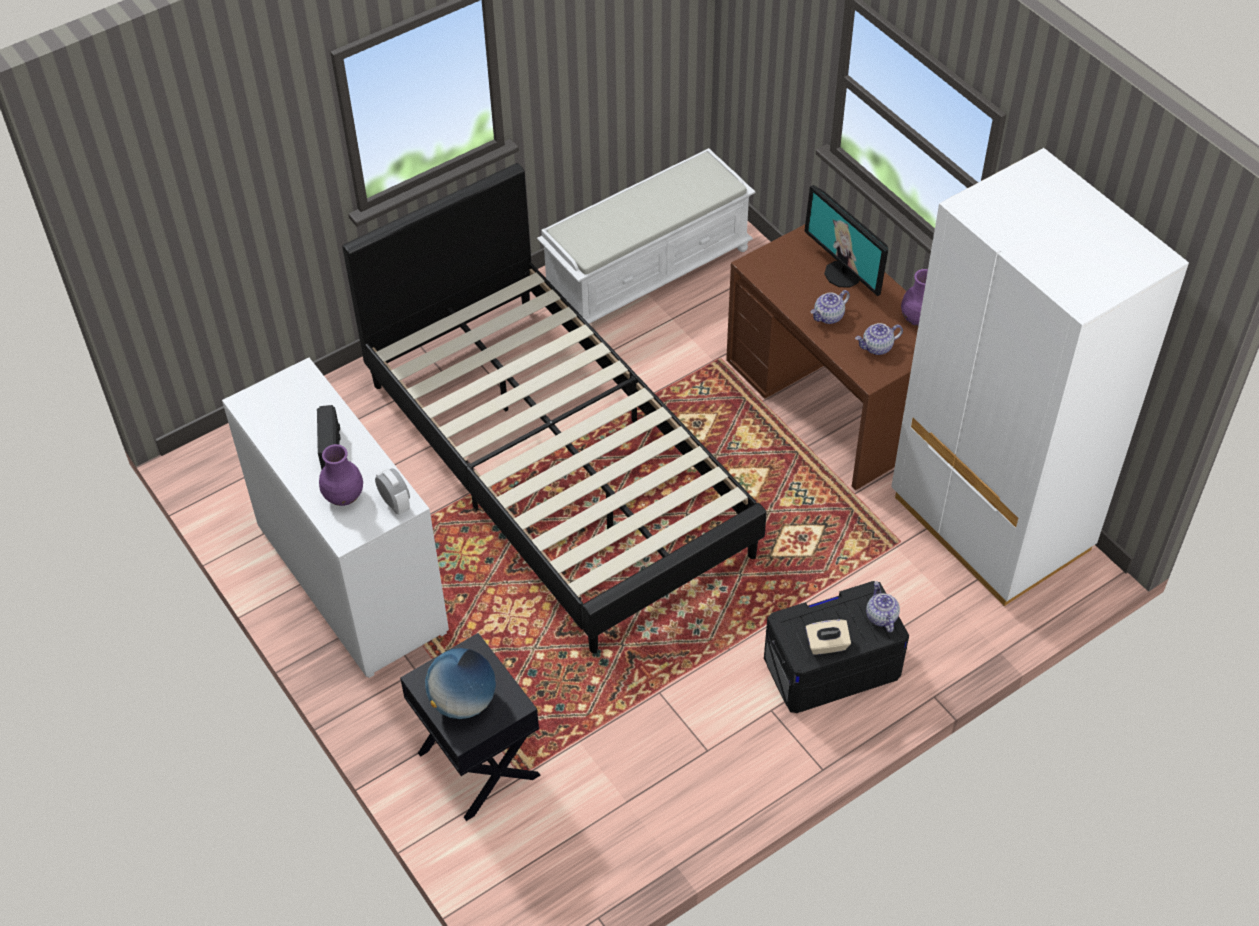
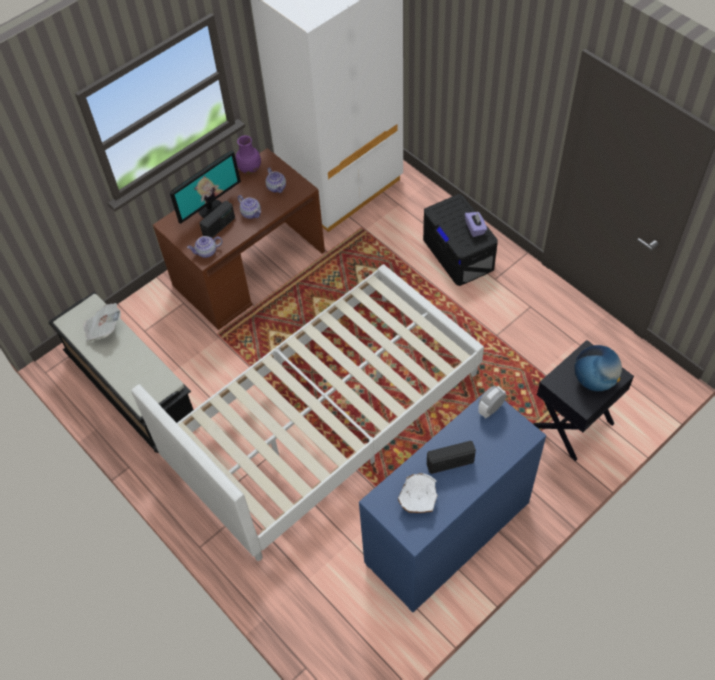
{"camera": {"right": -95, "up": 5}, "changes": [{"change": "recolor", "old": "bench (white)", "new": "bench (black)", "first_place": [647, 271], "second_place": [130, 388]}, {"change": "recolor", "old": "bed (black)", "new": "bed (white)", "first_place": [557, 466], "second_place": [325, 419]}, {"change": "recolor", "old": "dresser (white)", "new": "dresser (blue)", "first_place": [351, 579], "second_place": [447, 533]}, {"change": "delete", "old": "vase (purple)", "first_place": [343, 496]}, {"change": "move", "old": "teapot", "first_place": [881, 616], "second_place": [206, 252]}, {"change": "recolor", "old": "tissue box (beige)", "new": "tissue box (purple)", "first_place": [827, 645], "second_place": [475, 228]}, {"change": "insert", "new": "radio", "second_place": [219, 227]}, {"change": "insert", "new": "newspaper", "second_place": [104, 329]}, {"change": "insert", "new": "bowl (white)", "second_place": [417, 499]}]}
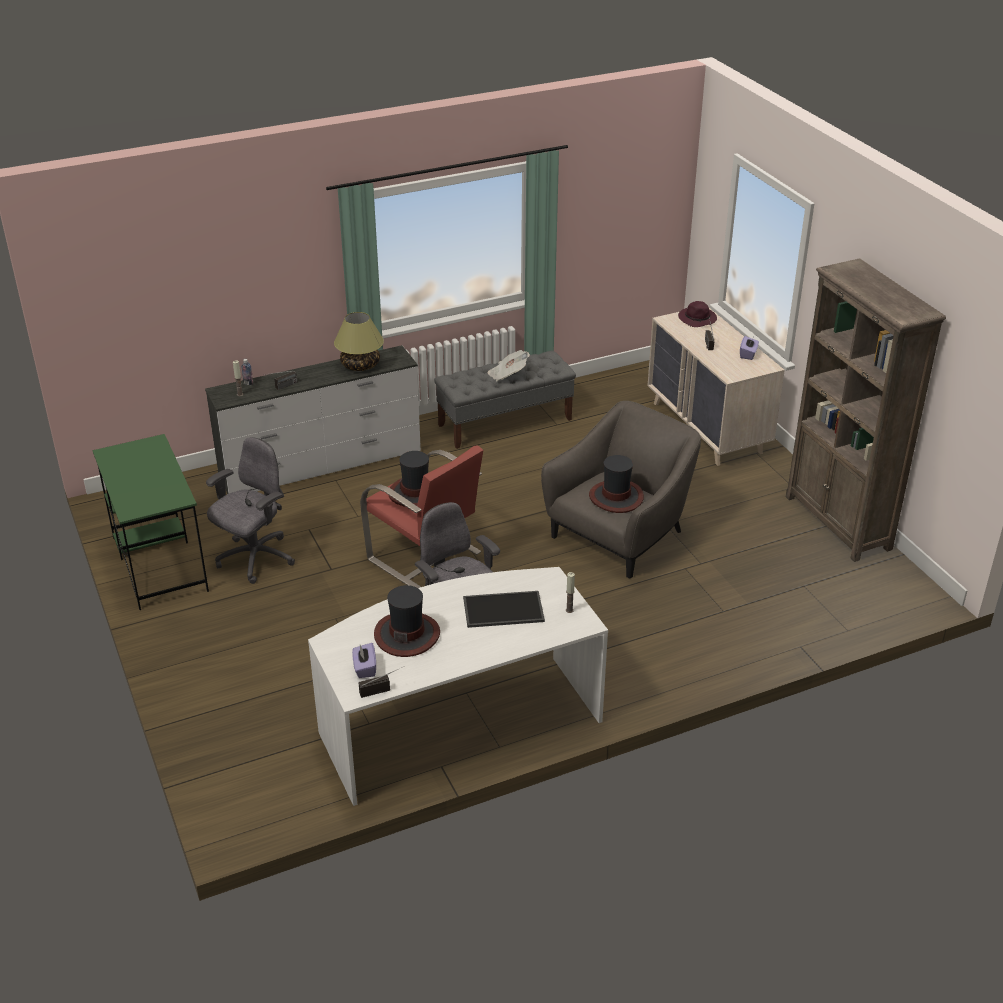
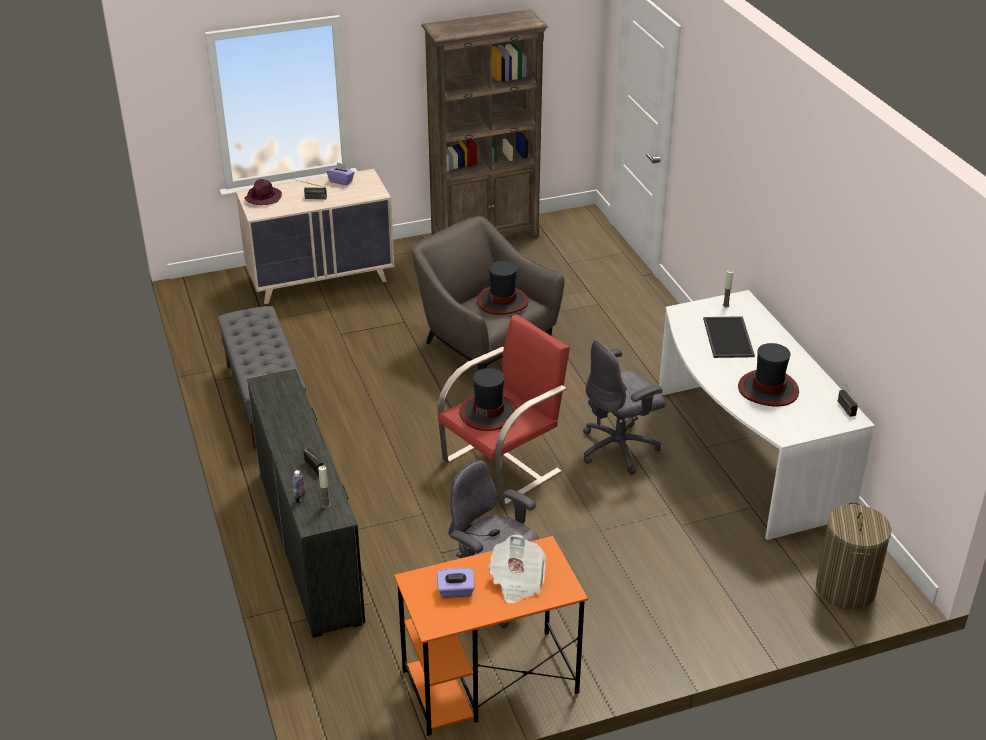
{"camera": {"right": -85, "up": 0}, "changes": [{"change": "delete", "old": "table lamp", "first_place": [360, 365]}, {"change": "recolor", "old": "dresser (white)", "new": "dresser (black)", "first_place": [321, 464], "second_place": [309, 544]}, {"change": "move", "old": "newspaper", "first_place": [508, 375], "second_place": [517, 581]}, {"change": "recolor", "old": "desk (green)", "new": "desk (orange)", "first_place": [159, 563], "second_place": [488, 682]}, {"change": "move", "old": "tissue box (purple)", "first_place": [365, 668], "second_place": [456, 591]}, {"change": "insert", "new": "laundry basket", "second_place": [845, 588]}]}
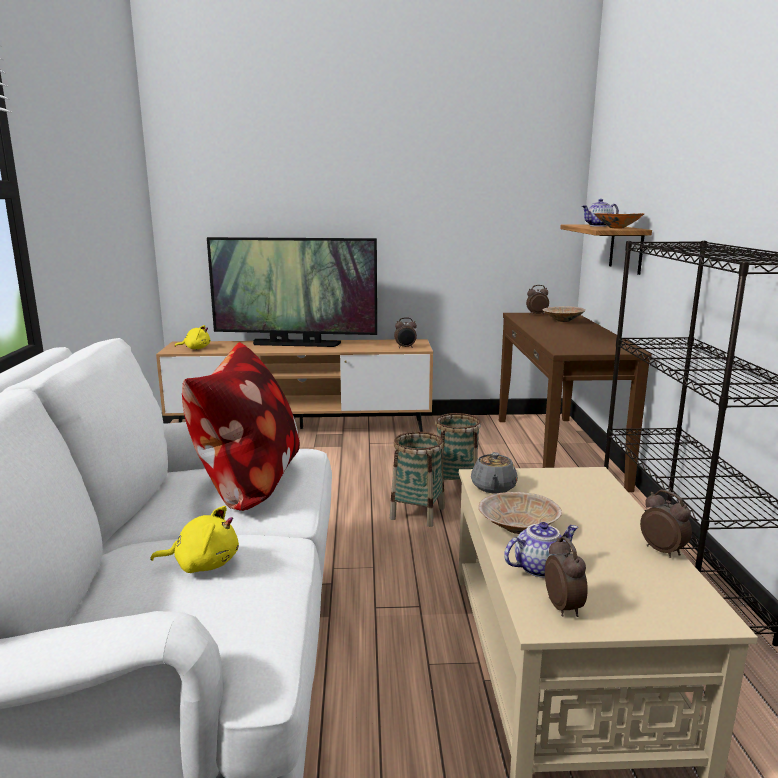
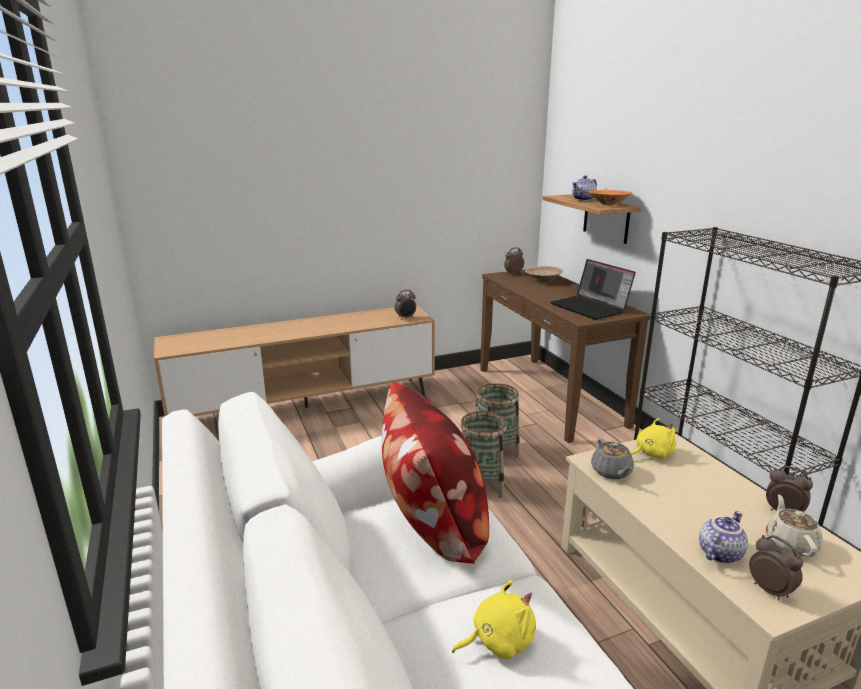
{"camera": {"right": -20, "up": 5}, "changes": [{"change": "delete", "old": "television", "first_place": [295, 344]}, {"change": "move", "old": "plush toy (yellow)", "first_place": [196, 348], "second_place": [651, 454]}, {"change": "delete", "old": "bowl (beige)", "first_place": [516, 528]}, {"change": "insert", "new": "laptop", "second_place": [590, 308]}, {"change": "insert", "new": "teapot (beige)", "second_place": [790, 543]}]}
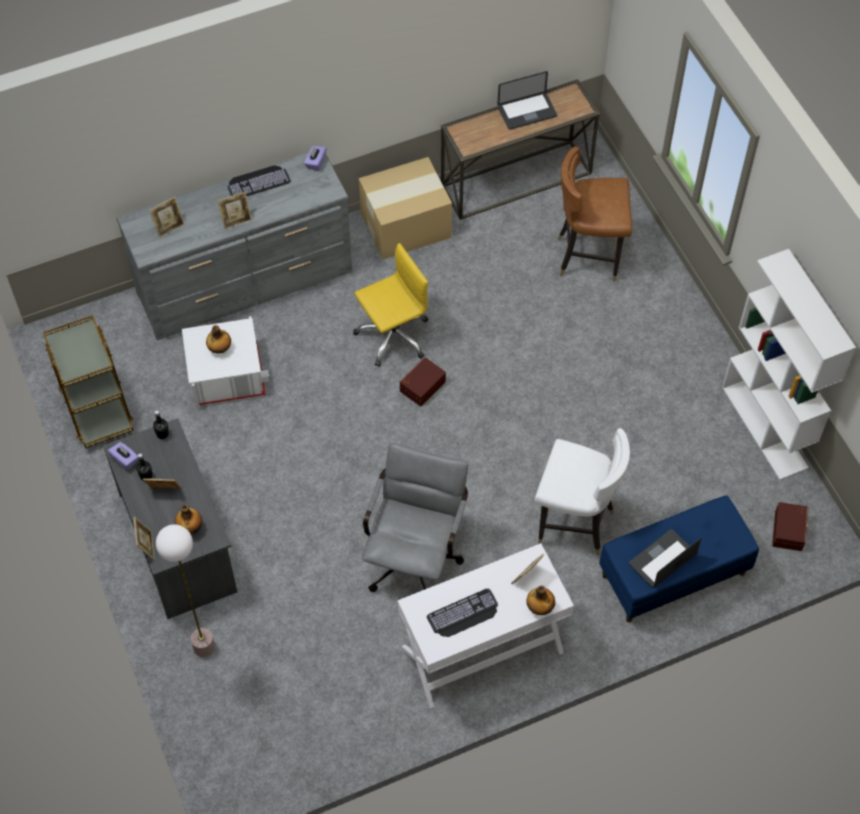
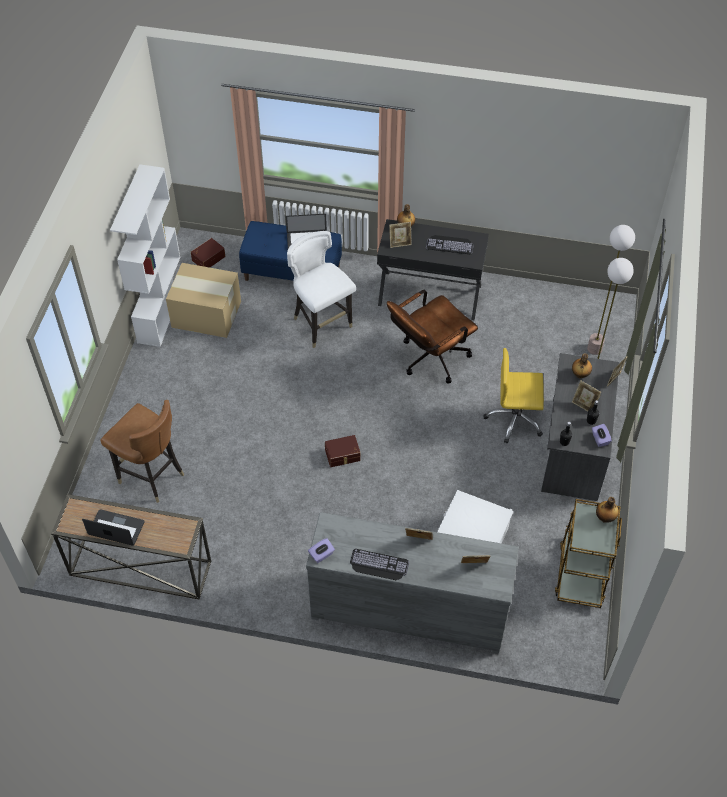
{"camera": {"right": -145, "up": -5}, "changes": [{"change": "move", "old": "cardboard box", "first_place": [407, 225], "second_place": [205, 313]}, {"change": "move", "old": "office chair (yellow)", "first_place": [393, 335], "second_place": [515, 419]}, {"change": "move", "old": "bottle", "first_place": [219, 349], "second_place": [605, 518]}, {"change": "recolor", "old": "office chair (grey)", "new": "office chair (brown)", "first_place": [415, 555], "second_place": [429, 360]}, {"change": "recolor", "old": "desk (white)", "new": "desk (black)", "first_place": [482, 650], "second_place": [430, 294]}, {"change": "insert", "new": "floor lamp", "second_place": [595, 349]}]}
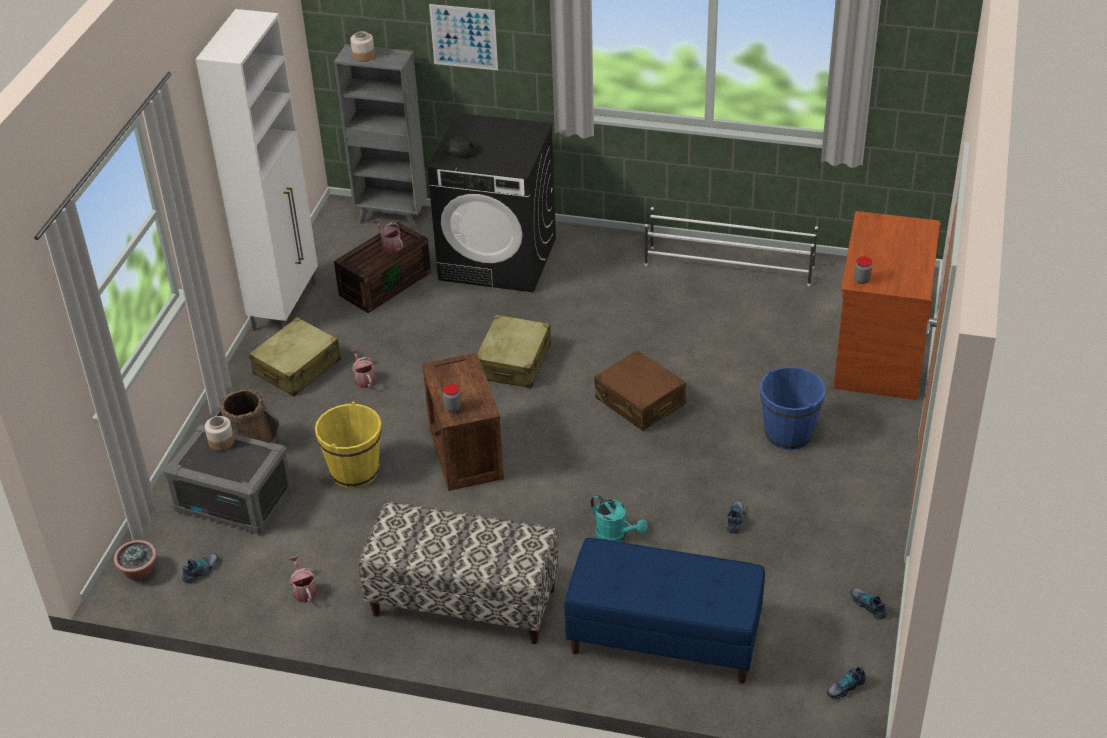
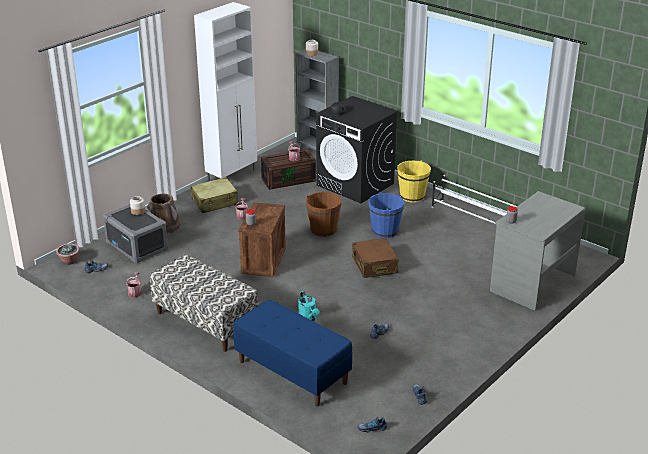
{"camera": {"right": 25, "up": -10}, "changes": [{"change": "delete", "old": "picture", "first_place": [464, 37]}, {"change": "recolor", "old": "desk (brown)", "new": "desk (grey)", "first_place": [879, 353], "second_place": [532, 283]}, {"change": "replace", "old": "suitcase (beige)", "new": "bucket (brown)", "first_place": [514, 362], "second_place": [323, 230]}, {"change": "move", "old": "bucket (blue)", "first_place": [788, 433], "second_place": [385, 231]}, {"change": "move", "old": "bucket (yellow)", "first_place": [355, 471], "second_place": [412, 196]}]}
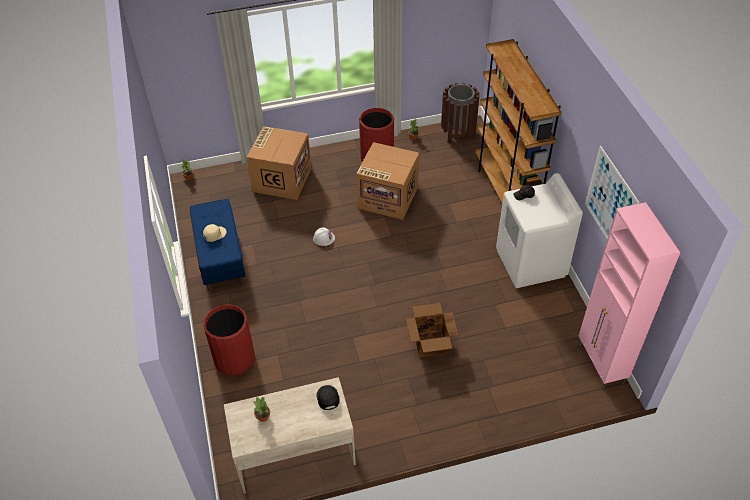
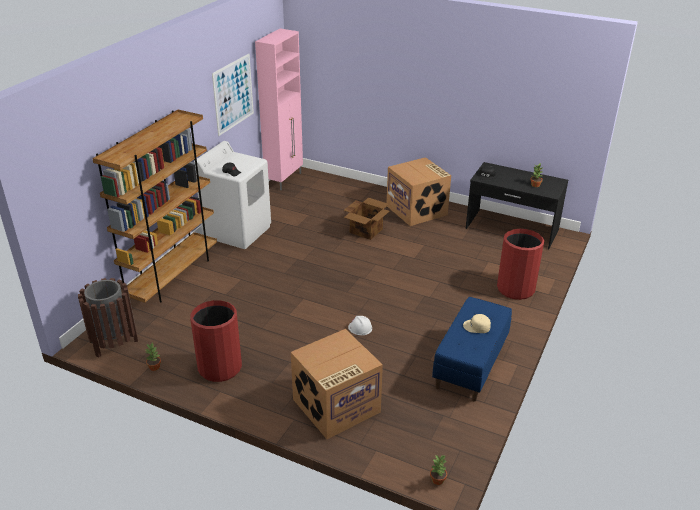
{"camera": {"right": -140, "up": -15}, "changes": [{"change": "move", "old": "cardboard box", "first_place": [387, 198], "second_place": [417, 210]}, {"change": "recolor", "old": "desk (beige)", "new": "desk (black)", "first_place": [294, 453], "second_place": [511, 229]}]}
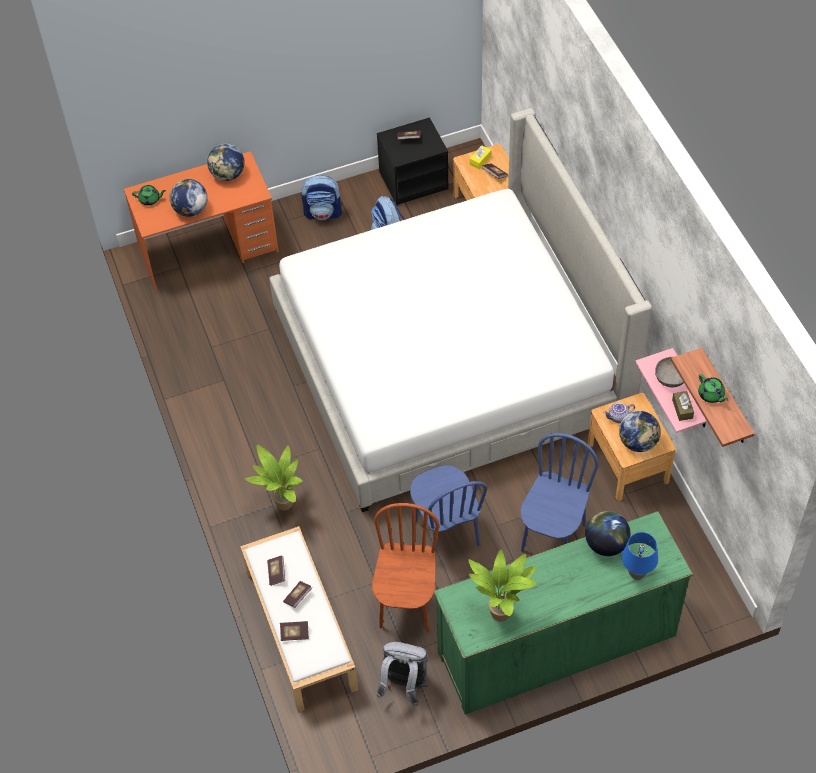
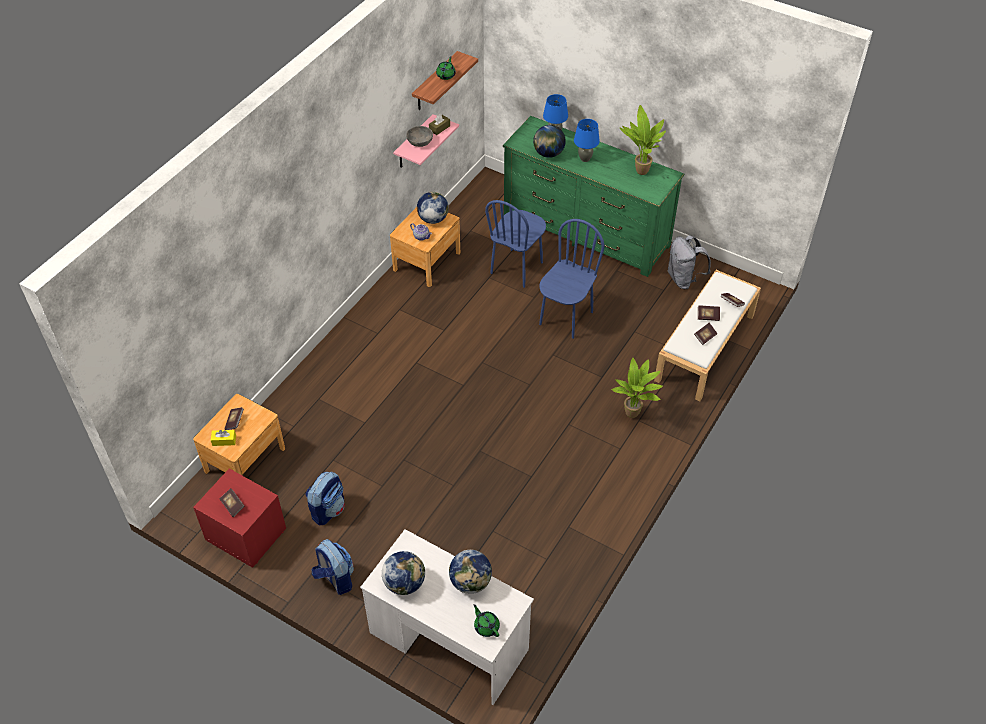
{"camera": {"right": -130, "up": -5}, "changes": [{"change": "delete", "old": "bed", "first_place": [449, 364]}, {"change": "recolor", "old": "nightstand (black)", "new": "nightstand (red)", "first_place": [414, 180], "second_place": [245, 534]}, {"change": "recolor", "old": "desk (orange)", "new": "desk (white)", "first_place": [209, 250], "second_place": [449, 641]}, {"change": "rotate", "old": "chair (blue)", "first_place": [552, 537], "second_place": [517, 268], "degrees": -45}, {"change": "delete", "old": "chair (brown)", "first_place": [407, 605]}, {"change": "insert", "new": "table lamp (blue)", "second_place": [585, 159]}]}
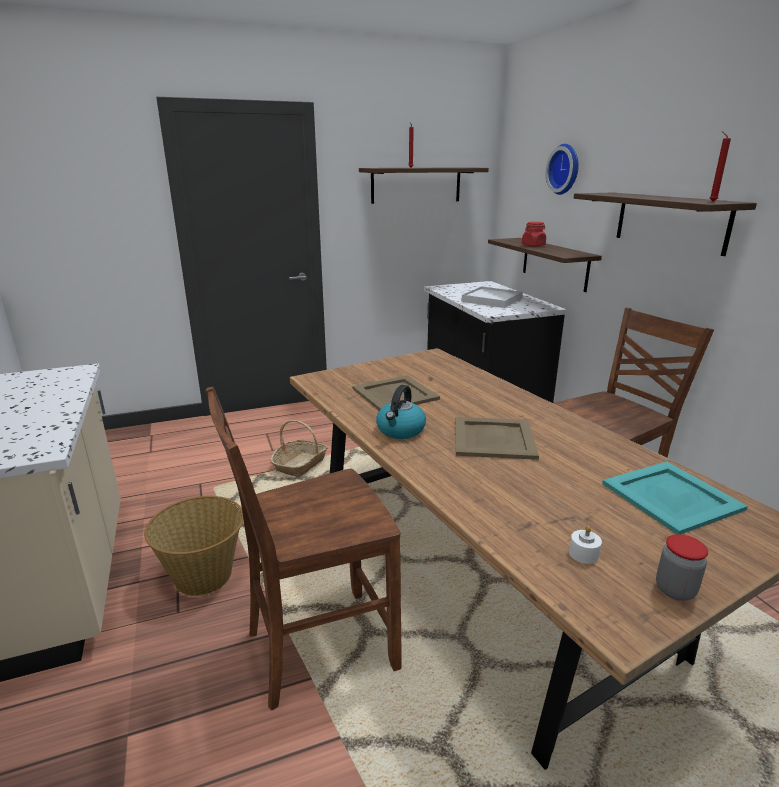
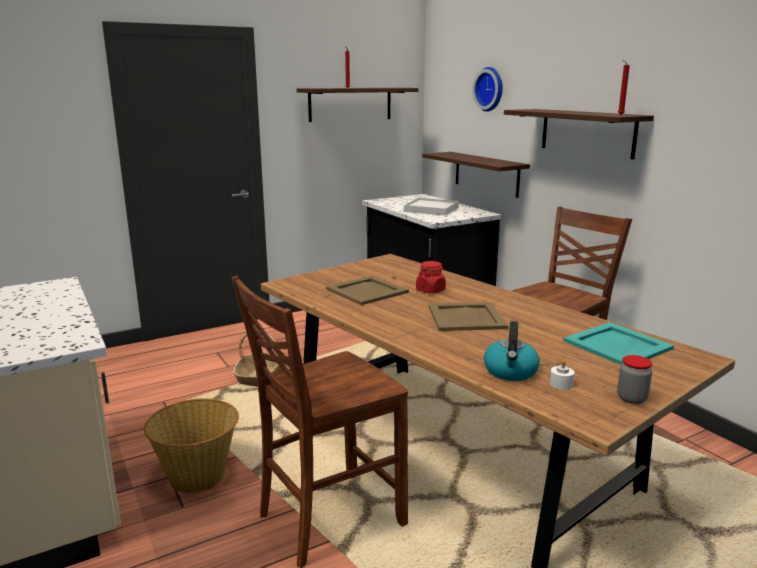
{"camera": {"right": -10, "up": -5}, "changes": [{"change": "move", "old": "jar (red)", "first_place": [533, 245], "second_place": [430, 290]}, {"change": "move", "old": "kettle", "first_place": [400, 430], "second_place": [510, 372]}]}
